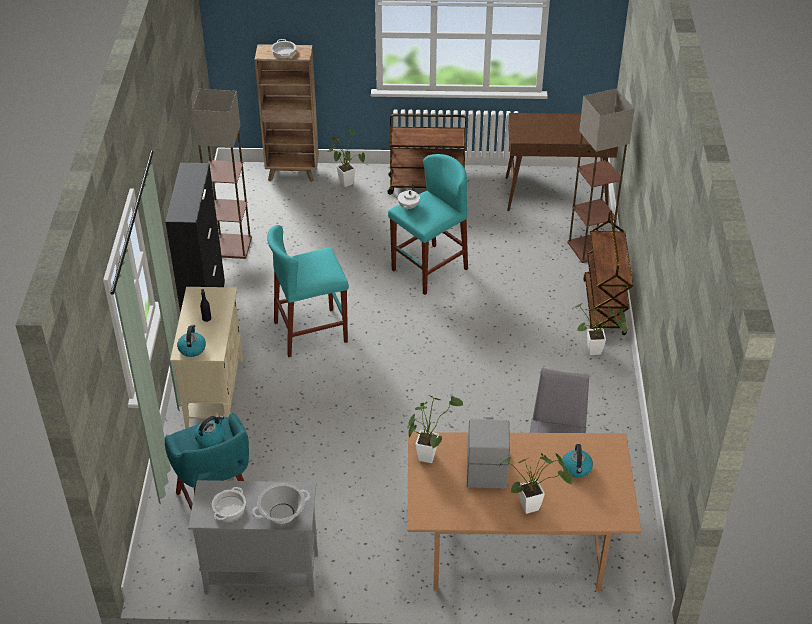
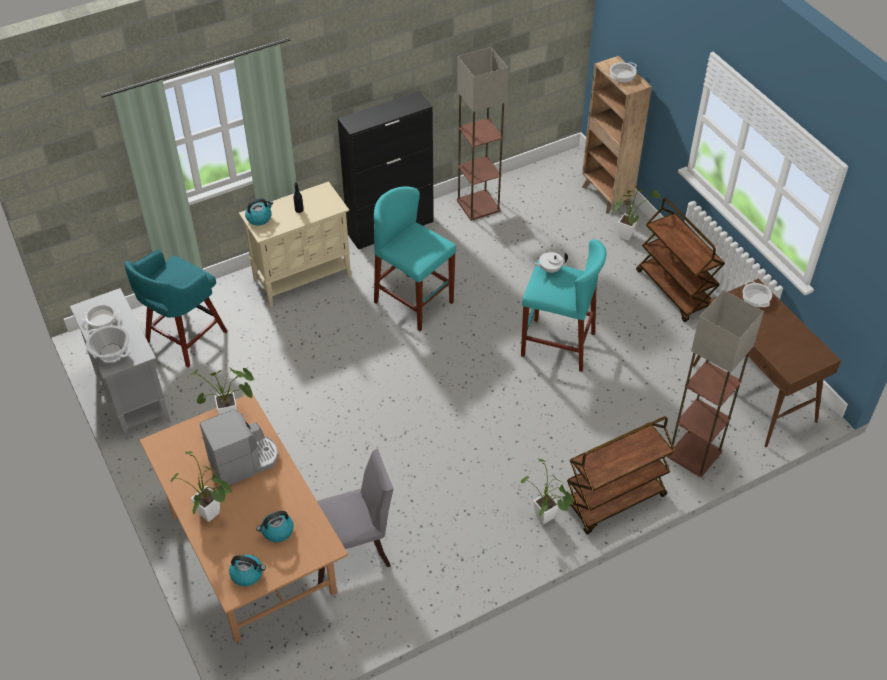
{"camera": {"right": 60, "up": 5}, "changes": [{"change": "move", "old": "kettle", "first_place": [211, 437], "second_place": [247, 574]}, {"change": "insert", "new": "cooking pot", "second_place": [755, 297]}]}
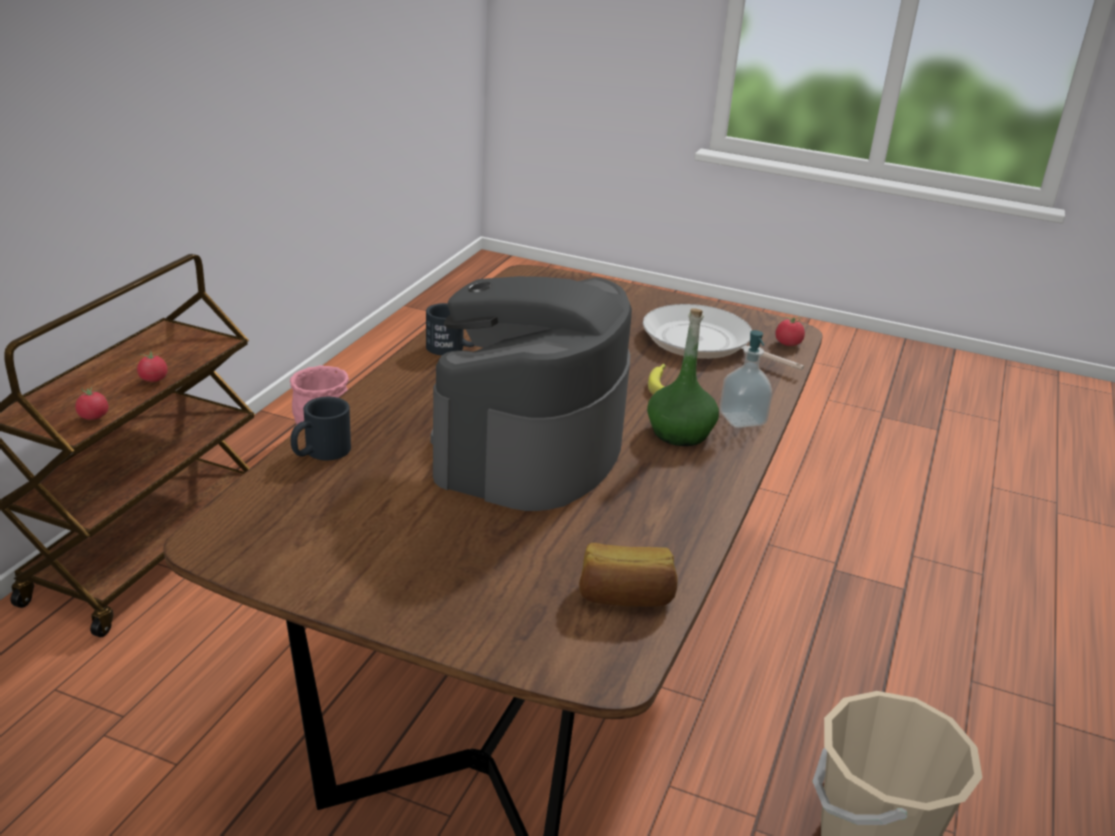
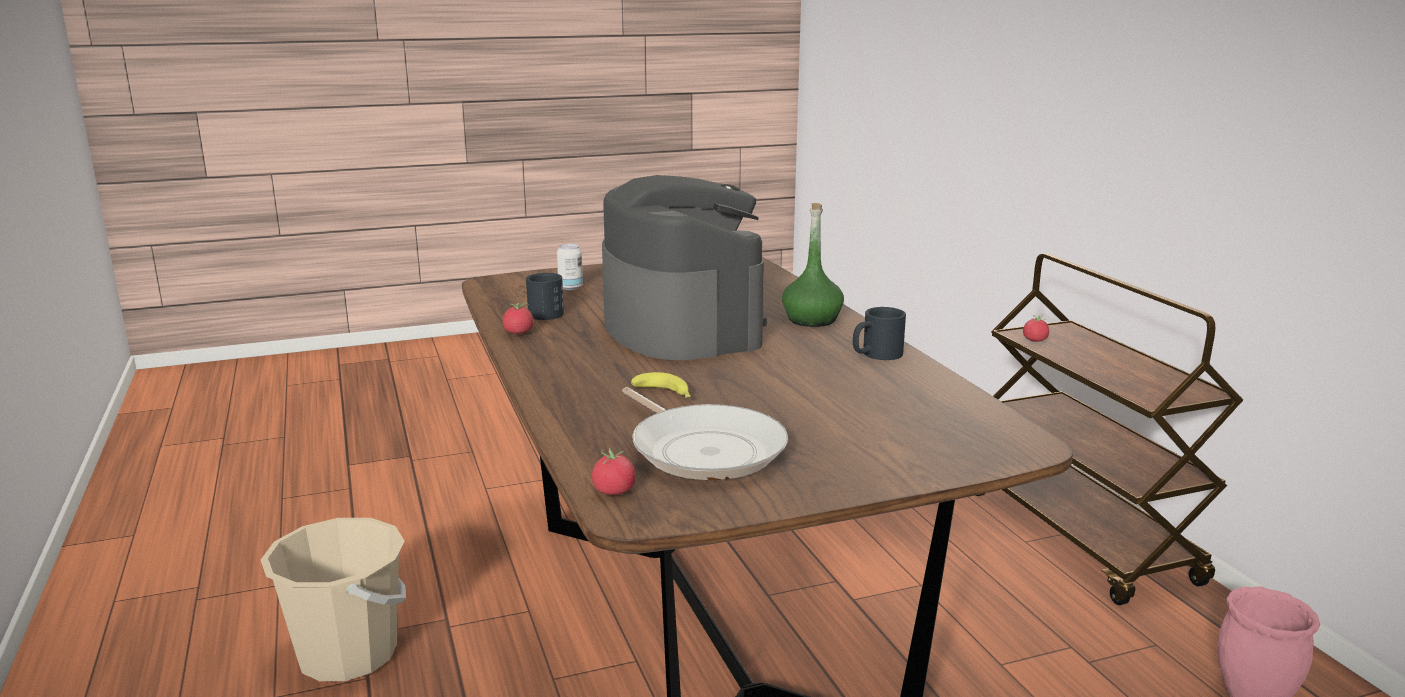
{"camera": {"right": 140, "up": -10}, "changes": [{"change": "rotate", "old": "frying pan", "first_place": [702, 343], "second_place": [704, 449], "degrees": 60}, {"change": "move", "old": "bottle (green)", "first_place": [679, 433], "second_place": [812, 320]}, {"change": "delete", "old": "soap dispenser", "first_place": [742, 419]}, {"change": "move", "old": "tomato", "first_place": [153, 379], "second_place": [518, 333]}, {"change": "move", "old": "mug (black)", "first_place": [320, 452], "second_place": [547, 312]}, {"change": "delete", "old": "bread", "first_place": [625, 597]}, {"change": "insert", "new": "can", "second_place": [570, 287]}]}
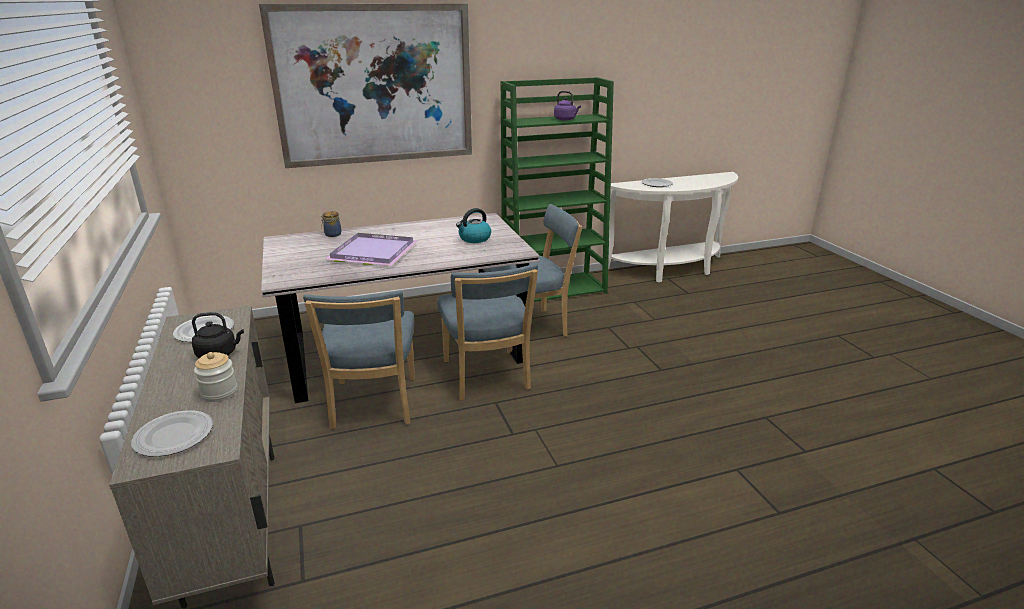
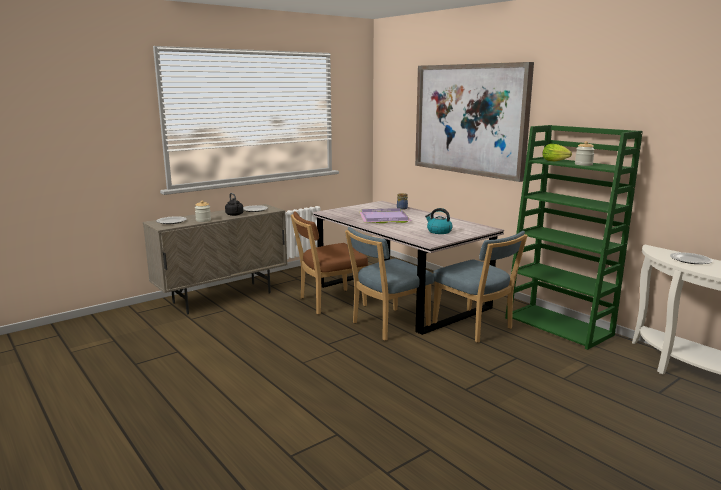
{"camera": {"right": 70, "up": -10}, "changes": [{"change": "replace", "old": "kettle (purple)", "new": "jar", "first_place": [566, 119], "second_place": [583, 164]}, {"change": "recolor", "old": "chair (blue)", "new": "chair (brown)", "first_place": [373, 406], "second_place": [329, 302]}, {"change": "insert", "new": "lettuce", "second_place": [556, 161]}]}
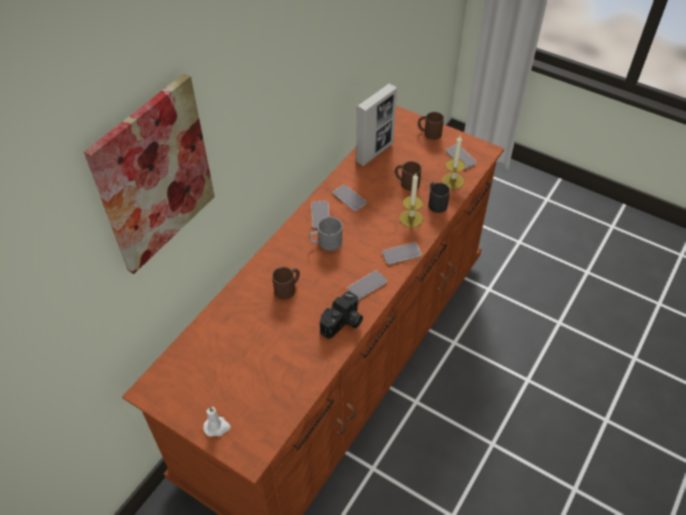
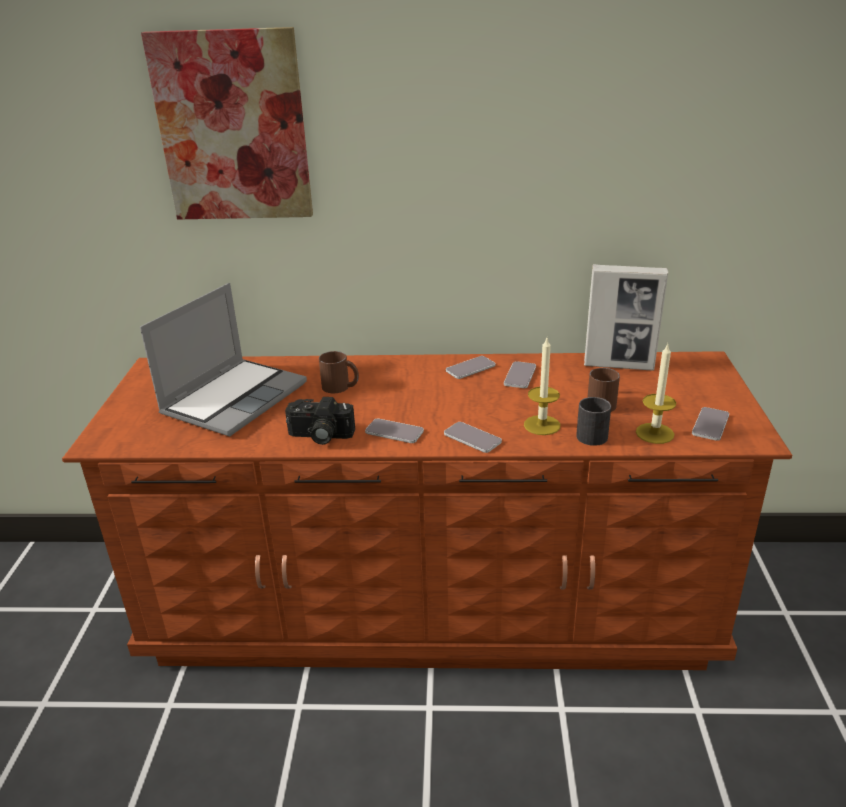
{"camera": {"right": 60, "up": -20}, "changes": [{"change": "delete", "old": "mug (brown)", "first_place": [429, 133]}, {"change": "delete", "old": "mug (grey)", "first_place": [326, 242]}, {"change": "delete", "old": "candle (white)", "first_place": [217, 427]}, {"change": "insert", "new": "laptop", "second_place": [234, 398]}]}
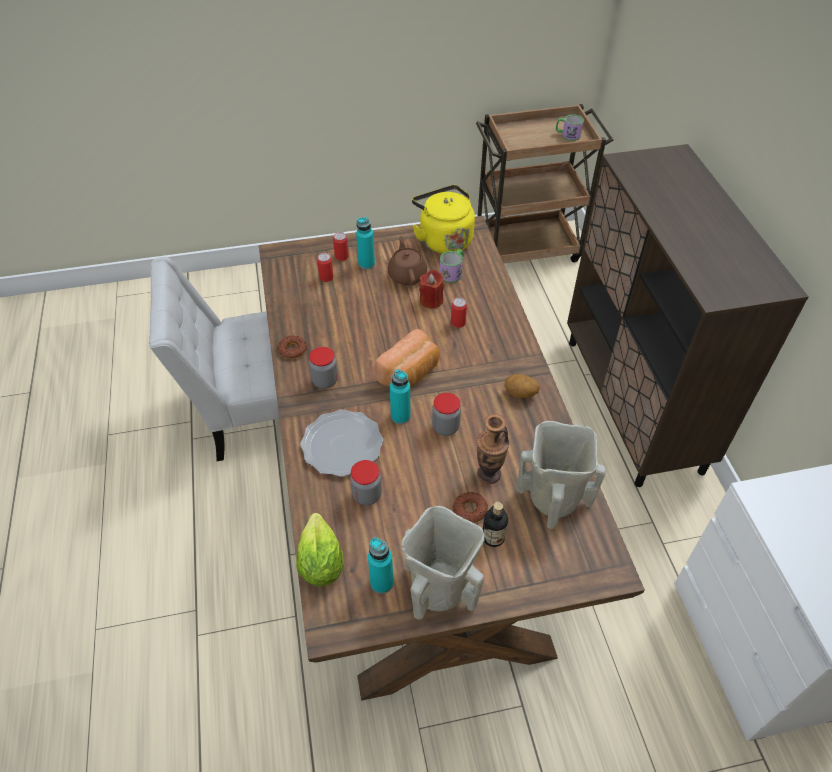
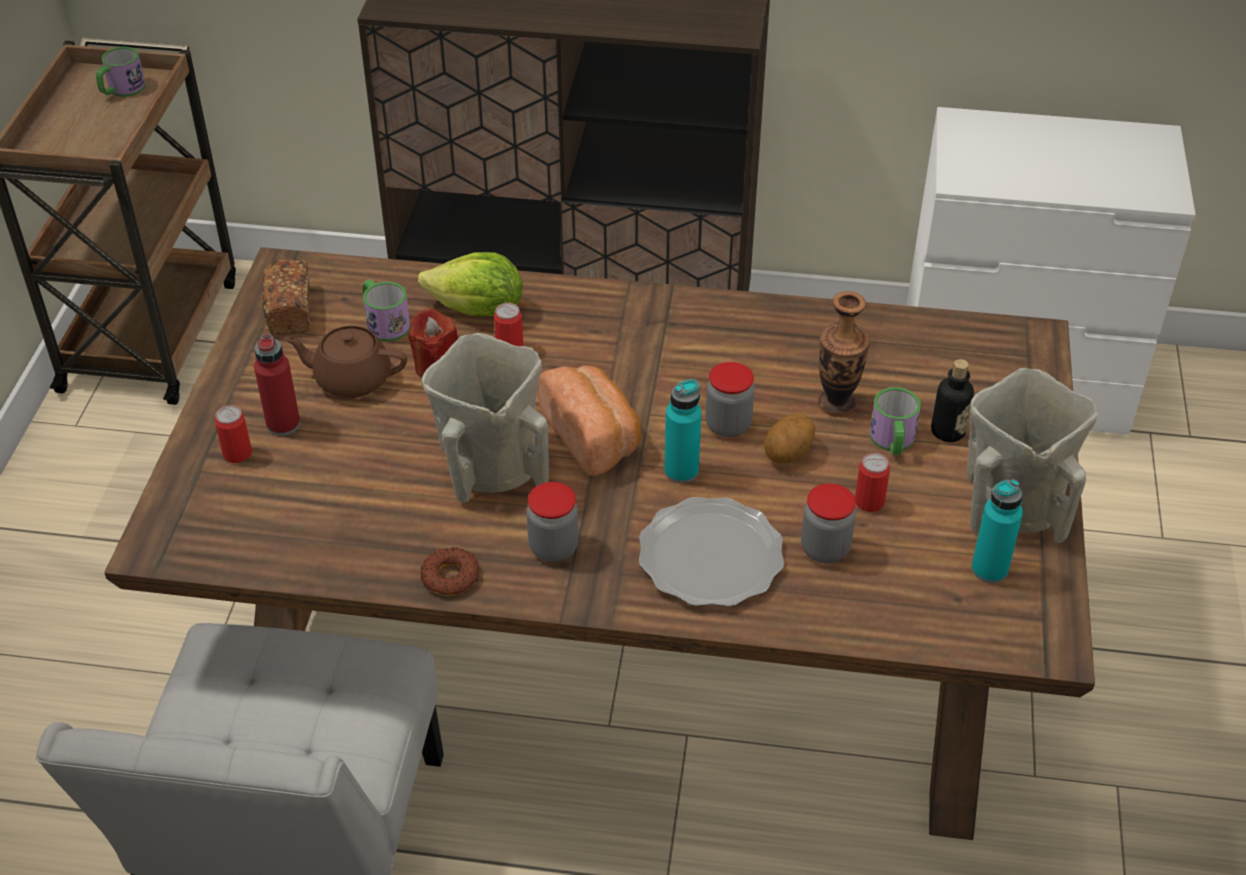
{"camera": {"right": -70, "up": -5}, "changes": [{"change": "replace", "old": "kettle (yellow)", "new": "bread", "first_place": [443, 239], "second_place": [289, 310]}, {"change": "recolor", "old": "bottle (turquoise)", "new": "bottle (red)", "first_place": [366, 264], "second_place": [283, 424]}, {"change": "move", "old": "can", "first_place": [326, 277], "second_place": [869, 502]}, {"change": "move", "old": "potato", "first_place": [520, 394], "second_place": [789, 454]}, {"change": "move", "old": "vase (beige)", "first_place": [554, 496], "second_place": [492, 468]}, {"change": "replace", "old": "donut", "new": "mug", "first_place": [470, 509], "second_place": [892, 441]}, {"change": "move", "old": "lettuce", "first_place": [320, 563], "second_place": [478, 310]}]}
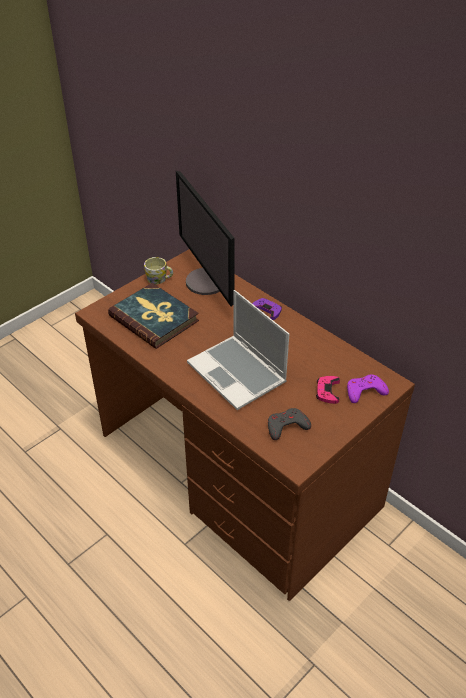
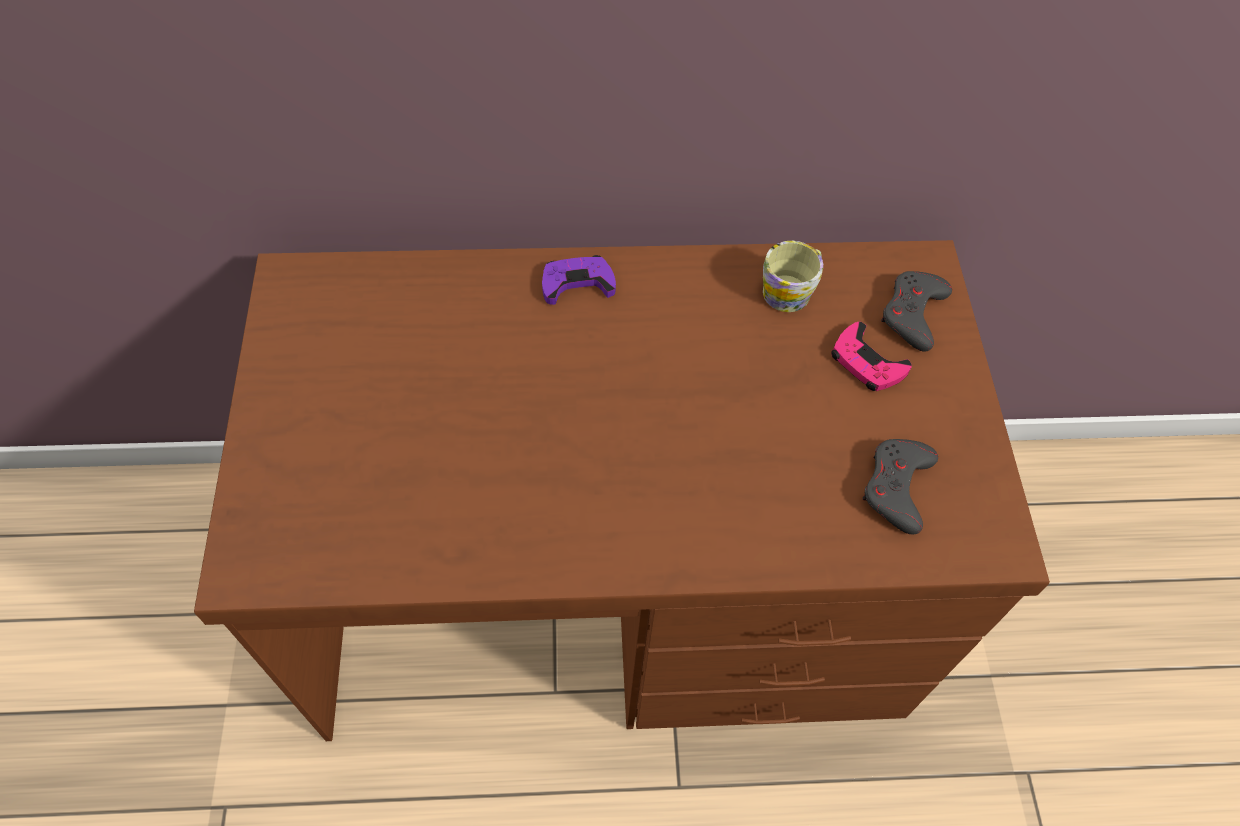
{"camera": {"right": -50, "up": 15}, "changes": [{"change": "delete", "old": "monitor", "first_place": [207, 282]}, {"change": "move", "old": "mug", "first_place": [159, 279], "second_place": [791, 290]}, {"change": "delete", "old": "book", "first_place": [154, 318]}, {"change": "delete", "old": "laptop", "first_place": [238, 373]}, {"change": "recolor", "old": "game controller (purple)", "new": "game controller (grey)", "first_place": [365, 391], "second_place": [913, 314]}]}
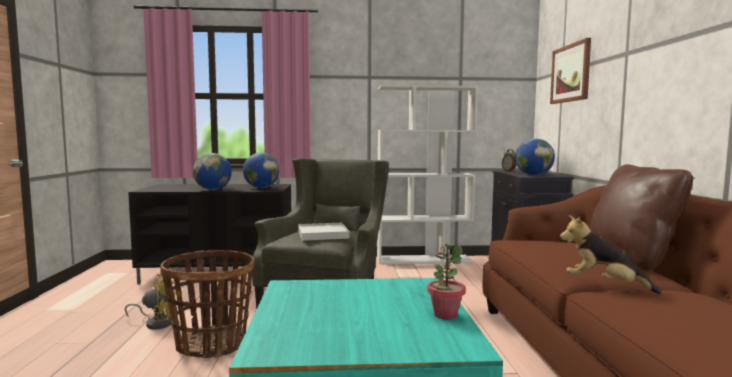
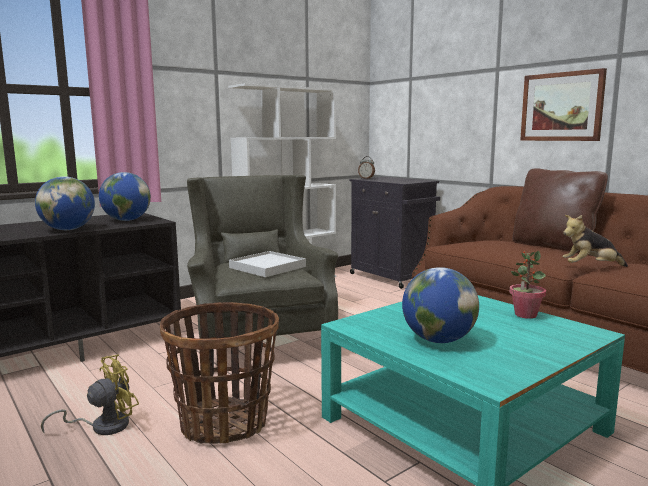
{"camera": {"right": -35, "up": 5}, "changes": [{"change": "move", "old": "picture", "first_place": [570, 73], "second_place": [561, 107]}, {"change": "move", "old": "globe", "first_place": [533, 175], "second_place": [438, 340]}]}
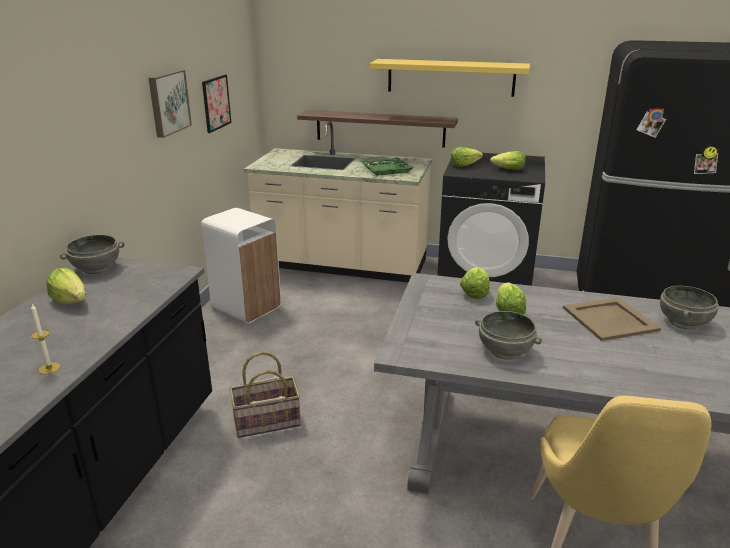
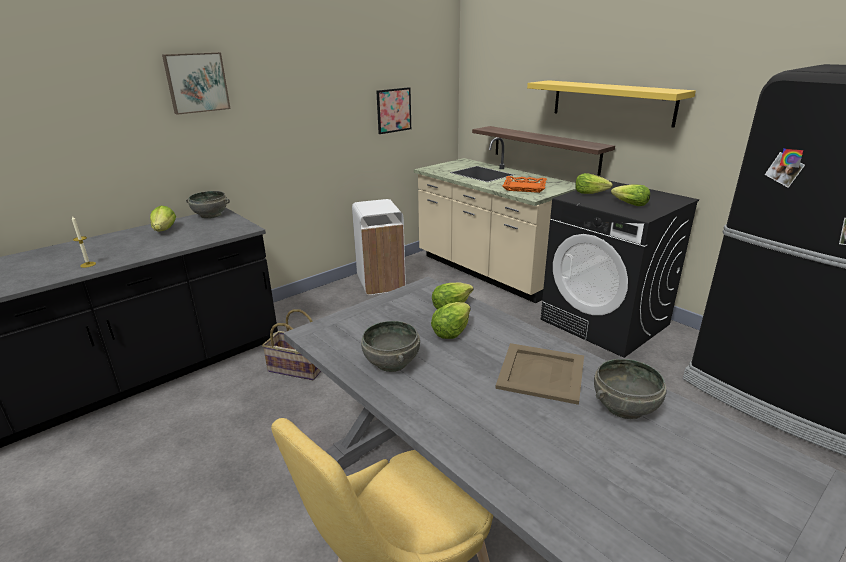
{"camera": {"right": 35, "up": 0}, "changes": [{"change": "move", "old": "picture", "first_place": [168, 102], "second_place": [196, 82]}, {"change": "recolor", "old": "tray (green)", "new": "tray (orange)", "first_place": [386, 169], "second_place": [524, 187]}]}
